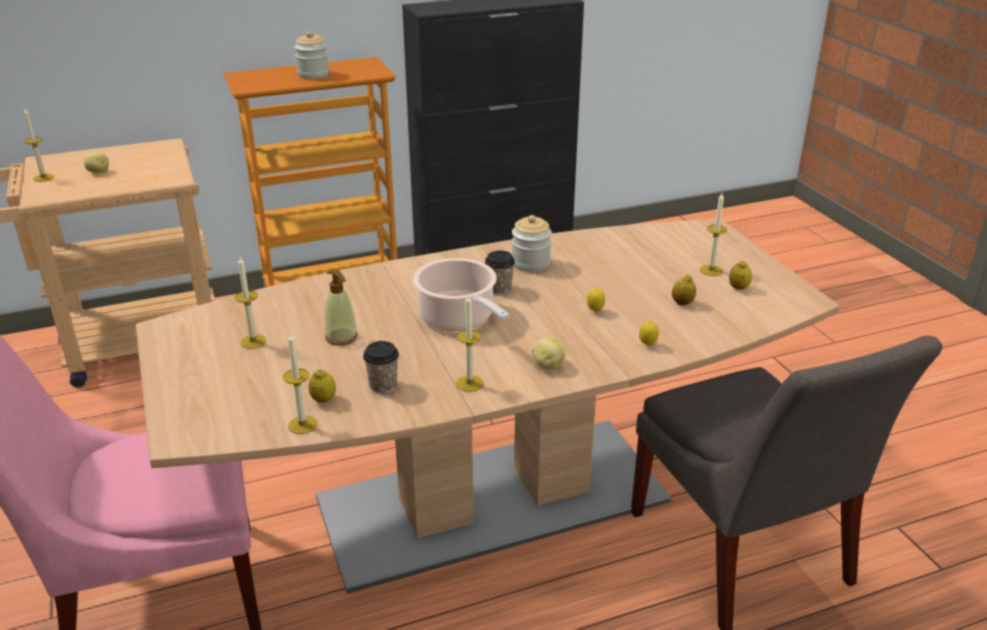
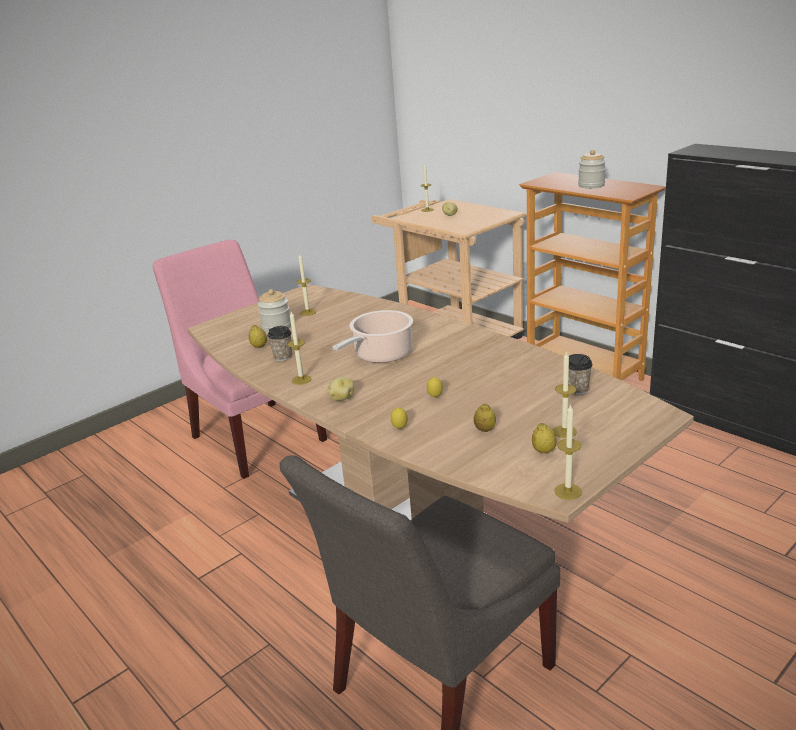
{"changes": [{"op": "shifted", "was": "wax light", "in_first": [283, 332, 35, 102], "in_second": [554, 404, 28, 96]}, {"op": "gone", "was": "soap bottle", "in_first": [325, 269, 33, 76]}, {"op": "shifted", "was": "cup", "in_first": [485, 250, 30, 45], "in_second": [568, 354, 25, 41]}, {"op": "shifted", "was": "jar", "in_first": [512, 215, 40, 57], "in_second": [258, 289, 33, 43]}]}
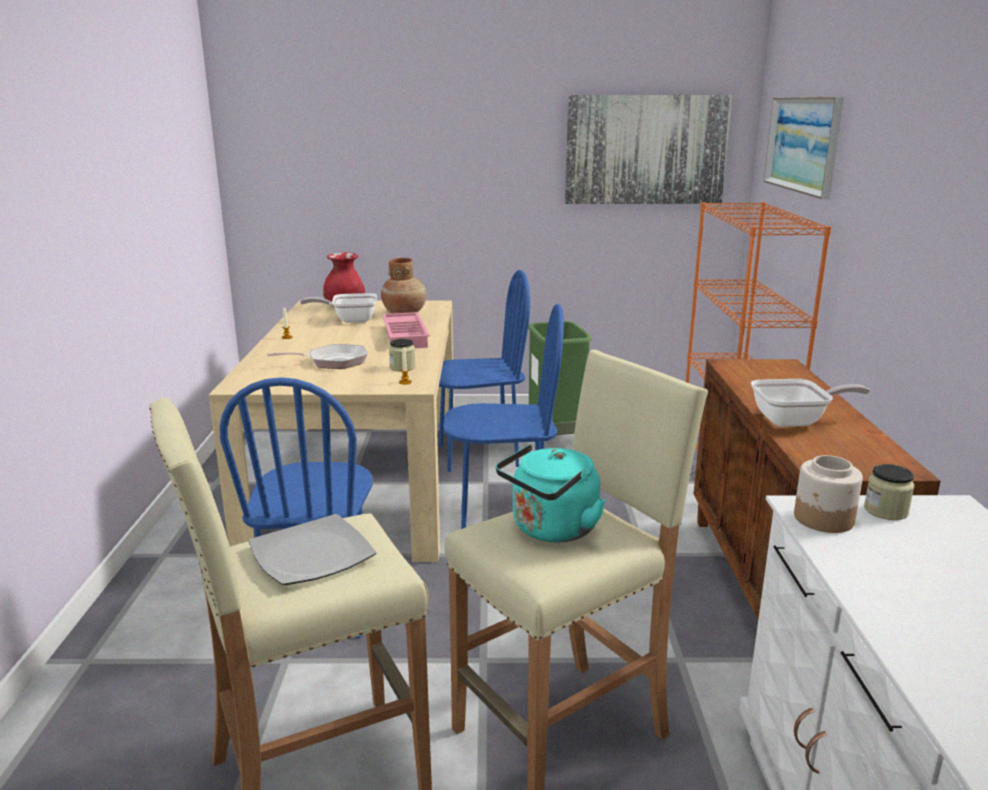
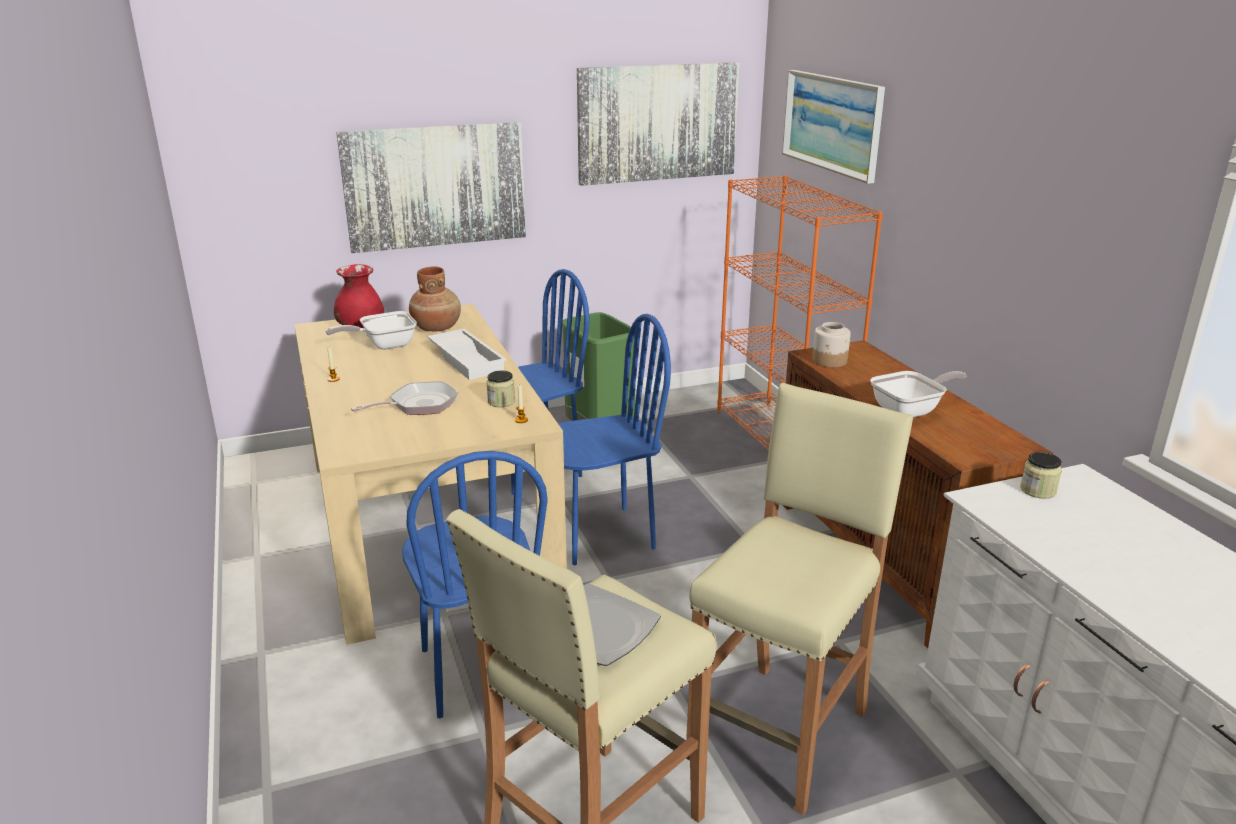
{"changes": [{"op": "repainted", "was": "carrying tray in pink-coloured", "now": "carrying tray in whitish", "in_first": [382, 312, 48, 36], "in_second": [427, 329, 80, 51]}, {"op": "gone", "was": "tea kettle in blue-green", "in_first": [496, 444, 110, 98]}, {"op": "shifted", "was": "jar", "in_first": [794, 455, 69, 78], "in_second": [812, 322, 39, 46]}, {"op": "new", "now": "wall picture", "in_second": [336, 122, 190, 131]}]}
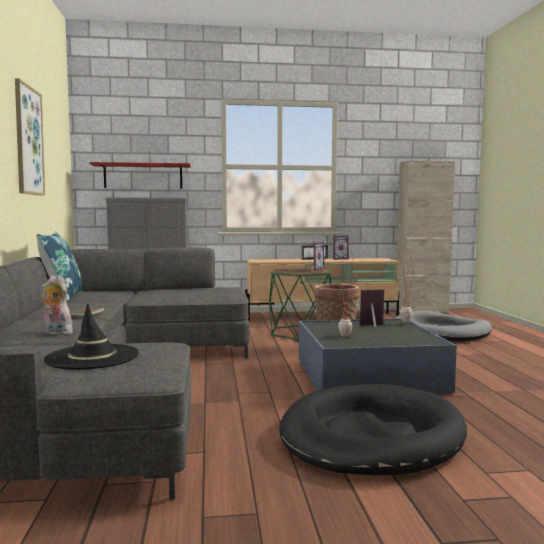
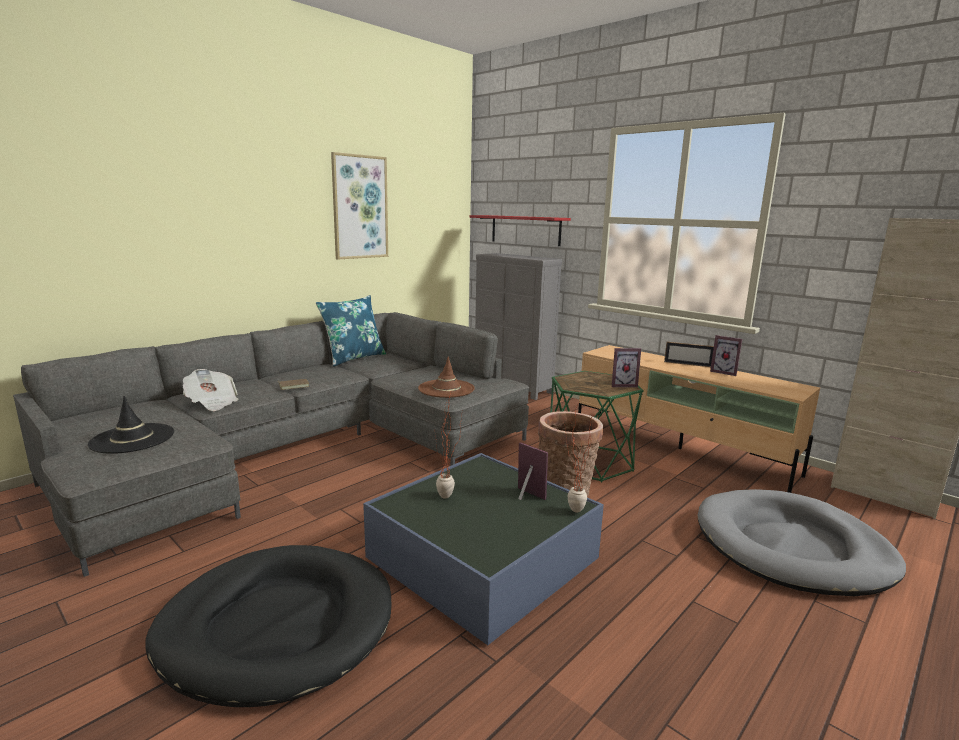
{"changes": [{"op": "swapped", "was": "plush toy", "now": "newspaper", "in_first": [41, 276, 32, 59], "in_second": [183, 369, 55, 42]}, {"op": "new", "now": "hat in brownish", "in_second": [418, 356, 57, 42]}]}
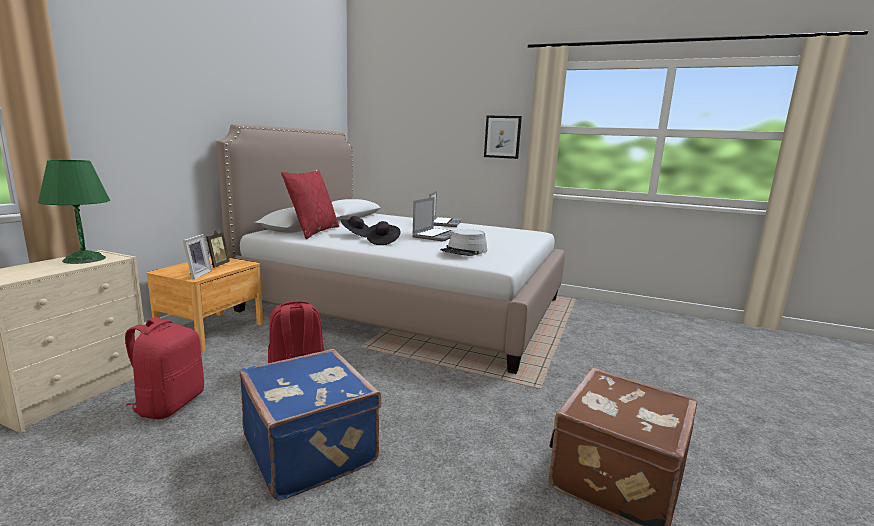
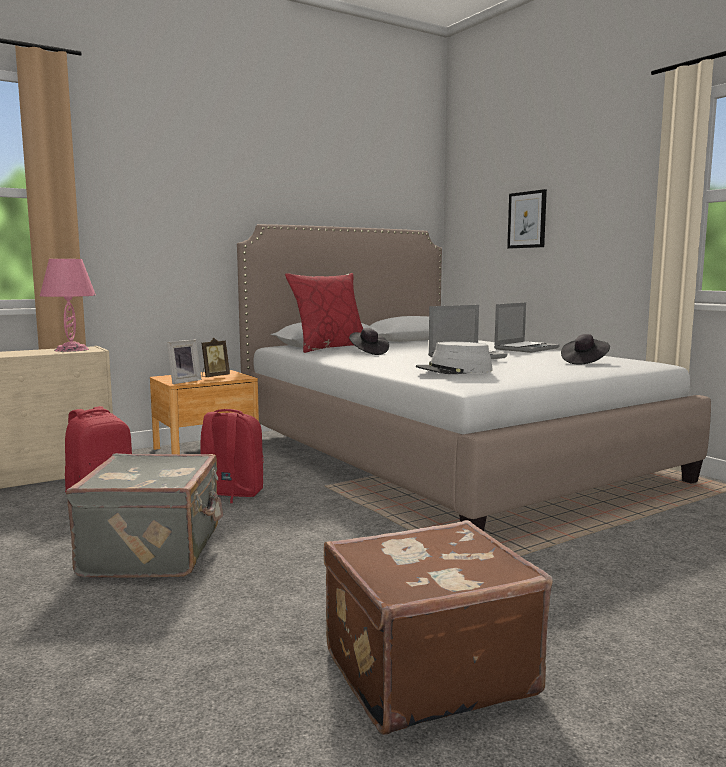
{"changes": [{"op": "repainted", "was": "table lamp in greenish", "now": "table lamp in pink-coloured", "in_first": [38, 160, 72, 104], "in_second": [40, 259, 56, 93]}, {"op": "repainted", "was": "suitcase in blue", "now": "suitcase in gray", "in_first": [239, 349, 142, 152], "in_second": [66, 453, 157, 125]}, {"op": "shifted", "was": "hat in black-coloured", "in_first": [366, 221, 35, 24], "in_second": [561, 334, 49, 30]}, {"op": "shifted", "was": "wall picture", "in_first": [484, 116, 38, 43], "in_second": [507, 189, 40, 60]}]}
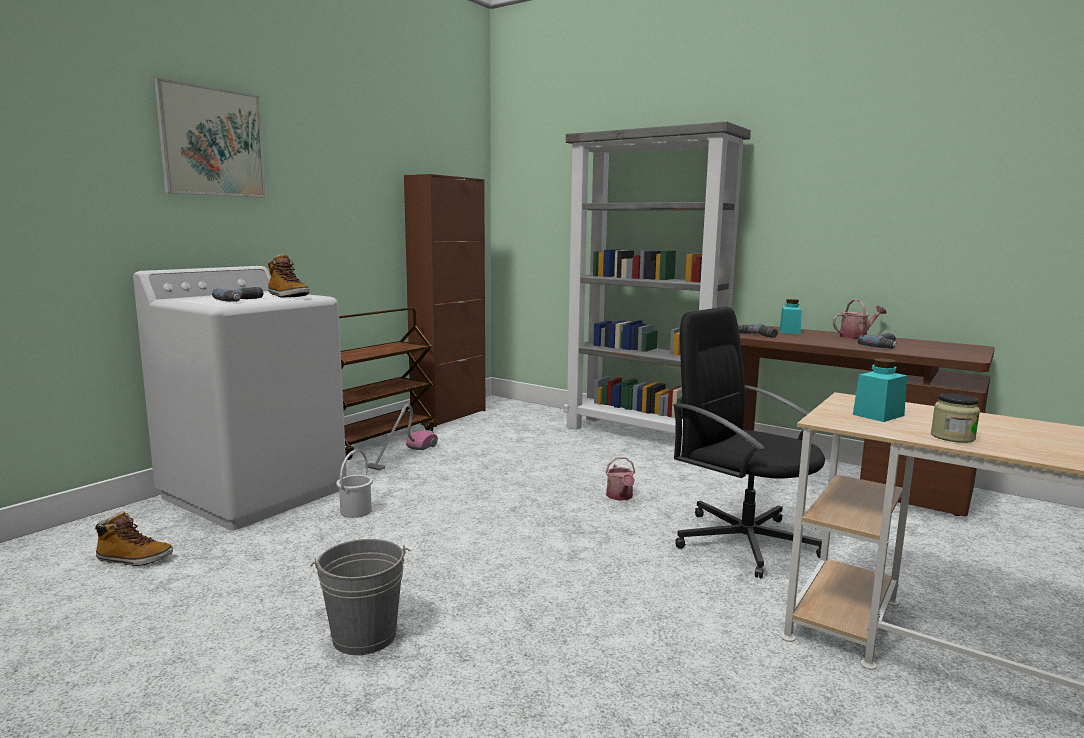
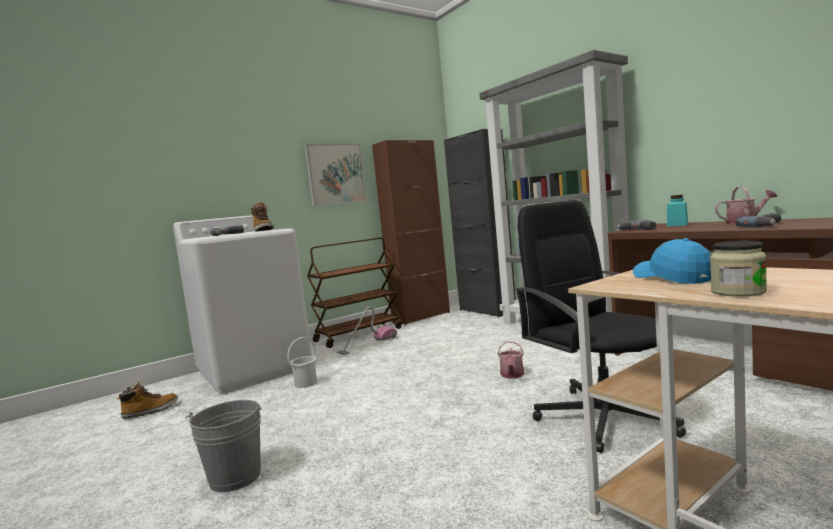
{"changes": [{"op": "rotated", "was": "tall boot", "in_first": [94, 511, 79, 55], "in_second": [117, 382, 61, 37], "clockwise": -60}, {"op": "shifted", "was": "wall picture", "in_first": [154, 78, 112, 119], "in_second": [305, 144, 62, 62]}, {"op": "swapped", "was": "jar in blue-green", "now": "peaked cap in blue", "in_first": [853, 358, 54, 64], "in_second": [633, 238, 78, 46]}, {"op": "new", "now": "cabinet in black-coloured", "in_second": [444, 129, 72, 188]}]}
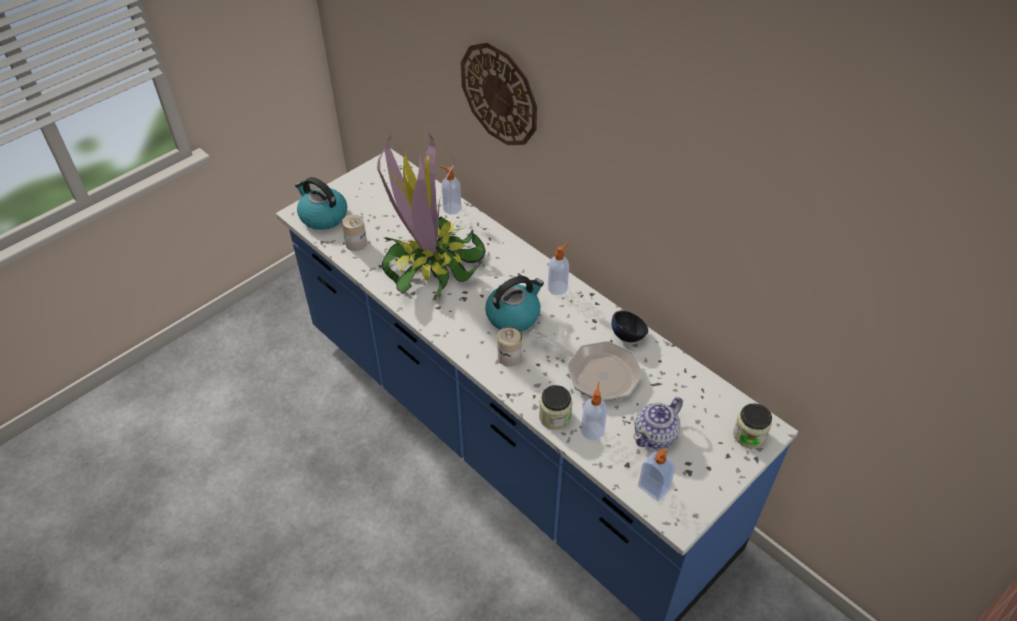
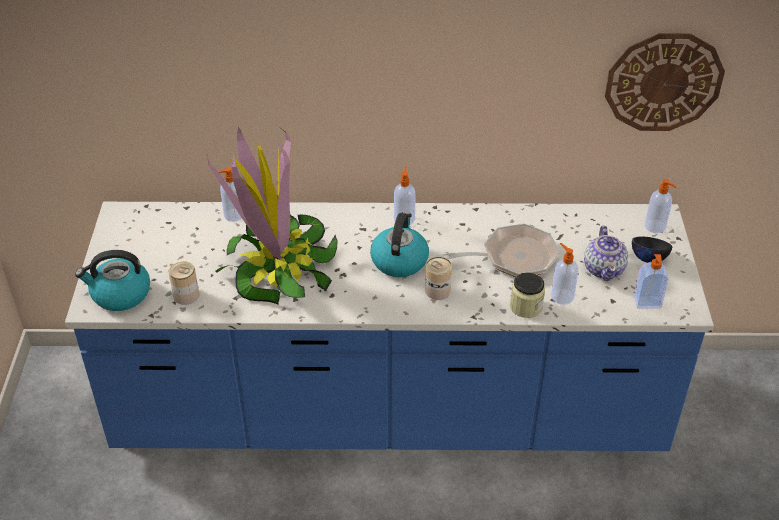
{"changes": [{"op": "shifted", "was": "clock on the wall", "in_first": [461, 42, 76, 103], "in_second": [605, 33, 120, 98]}, {"op": "shifted", "was": "serving bowl in black-coloured", "in_first": [612, 311, 36, 31], "in_second": [632, 237, 40, 26]}, {"op": "swapped", "was": "jar", "now": "soap bottle", "in_first": [733, 404, 39, 45], "in_second": [645, 179, 32, 54]}]}
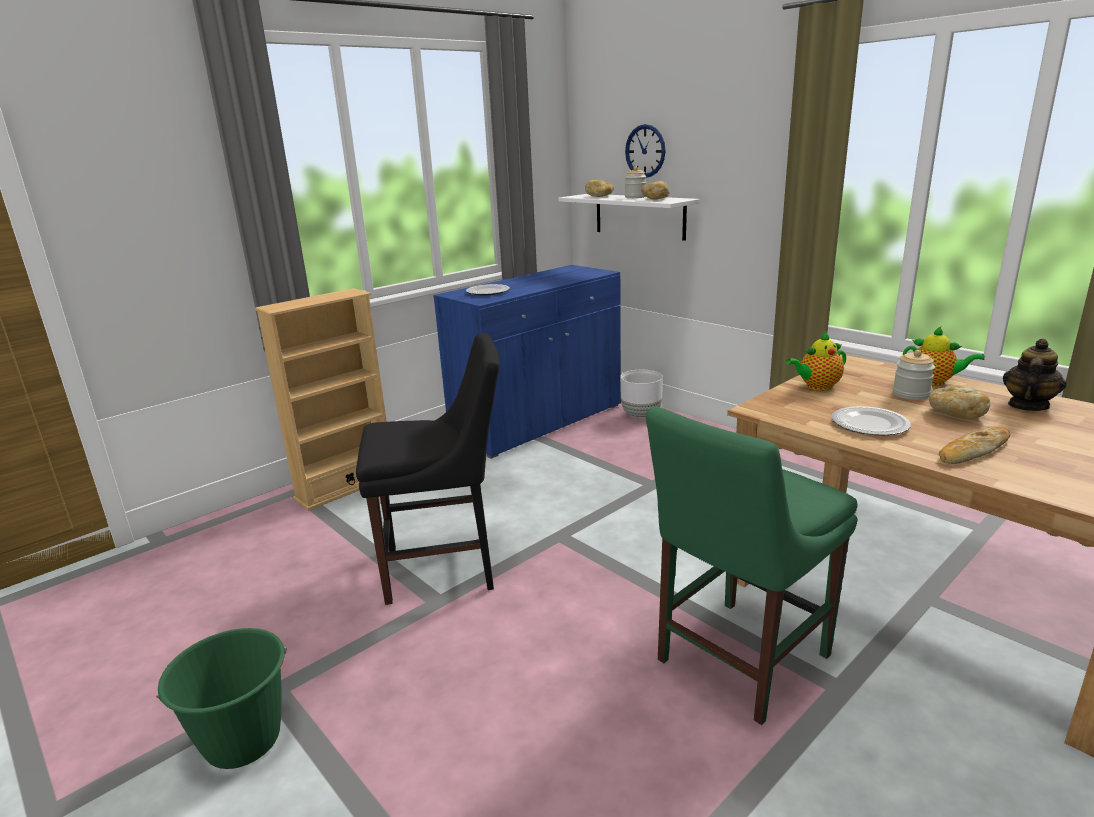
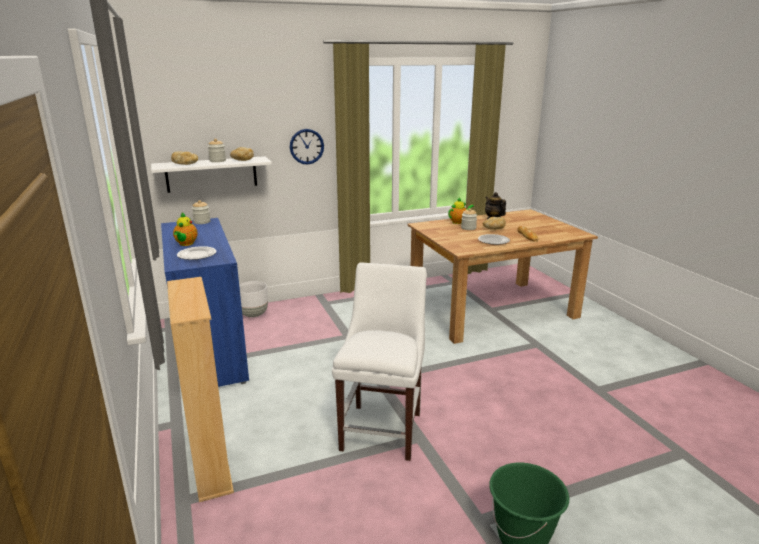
{"changes": [{"op": "repainted", "was": "plain chair in black-coloured", "now": "plain chair in whitish", "in_first": [356, 333, 144, 272], "in_second": [332, 262, 95, 199]}, {"op": "shifted", "was": "clock on the wall", "in_first": [625, 124, 40, 54], "in_second": [290, 129, 34, 36]}, {"op": "gone", "was": "plain chair in greenish", "in_first": [646, 407, 211, 318]}, {"op": "shifted", "was": "tea pot", "in_first": [786, 331, 60, 60], "in_second": [173, 213, 25, 33]}, {"op": "new", "now": "jar", "in_second": [192, 200, 19, 24]}]}
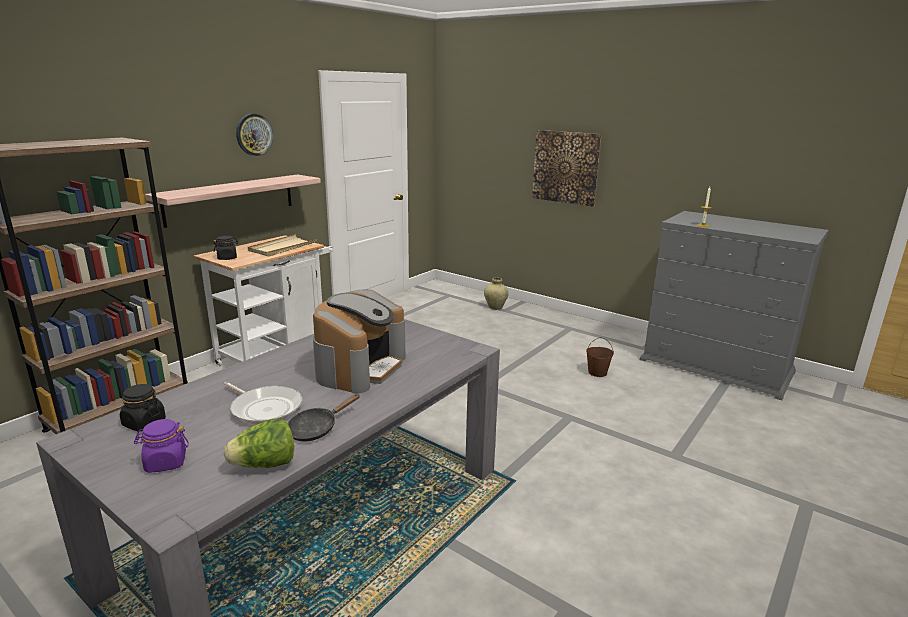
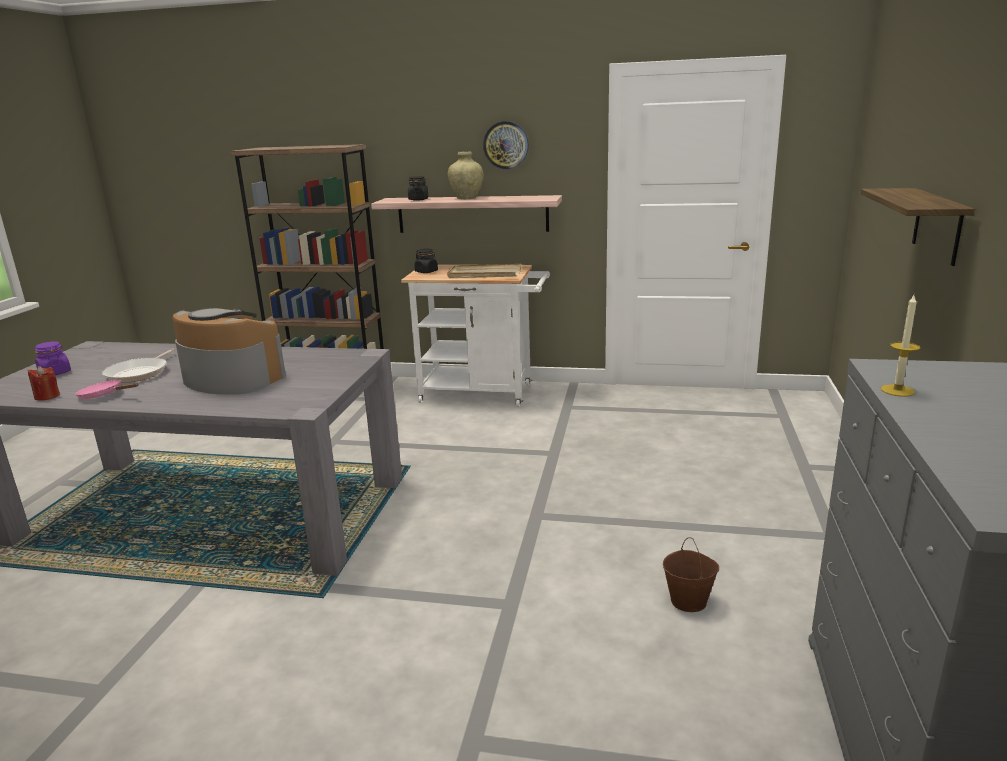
{"changes": [{"op": "shifted", "was": "jar in black-coloured", "in_first": [120, 384, 46, 47], "in_second": [408, 176, 20, 25]}, {"op": "swapped", "was": "lettuce head", "now": "wax light in red", "in_first": [224, 419, 70, 49], "in_second": [27, 366, 33, 35]}, {"op": "repainted", "was": "frying pan in black-coloured", "now": "frying pan in pink-coloured", "in_first": [288, 394, 71, 47], "in_second": [75, 379, 64, 20]}, {"op": "rotated", "was": "coffee brewer", "in_first": [313, 289, 92, 105], "in_second": [172, 308, 114, 87], "clockwise": -150}, {"op": "shifted", "was": "decorative vase in beige", "in_first": [484, 277, 25, 33], "in_second": [447, 151, 36, 48]}, {"op": "swapped", "was": "wall picture", "now": "shelf", "in_first": [532, 130, 70, 77], "in_second": [861, 188, 114, 78]}]}
